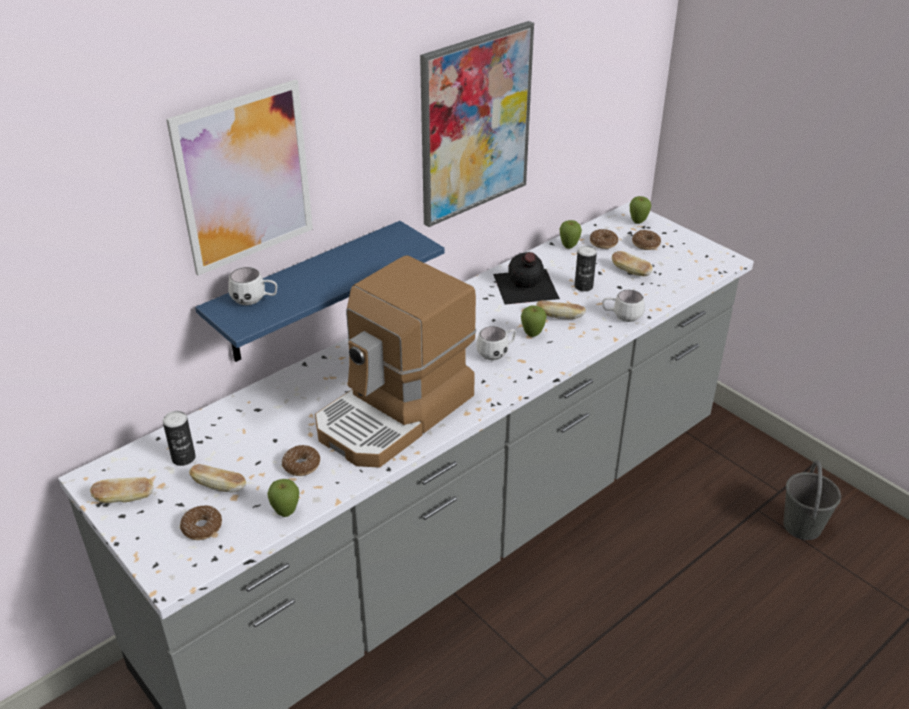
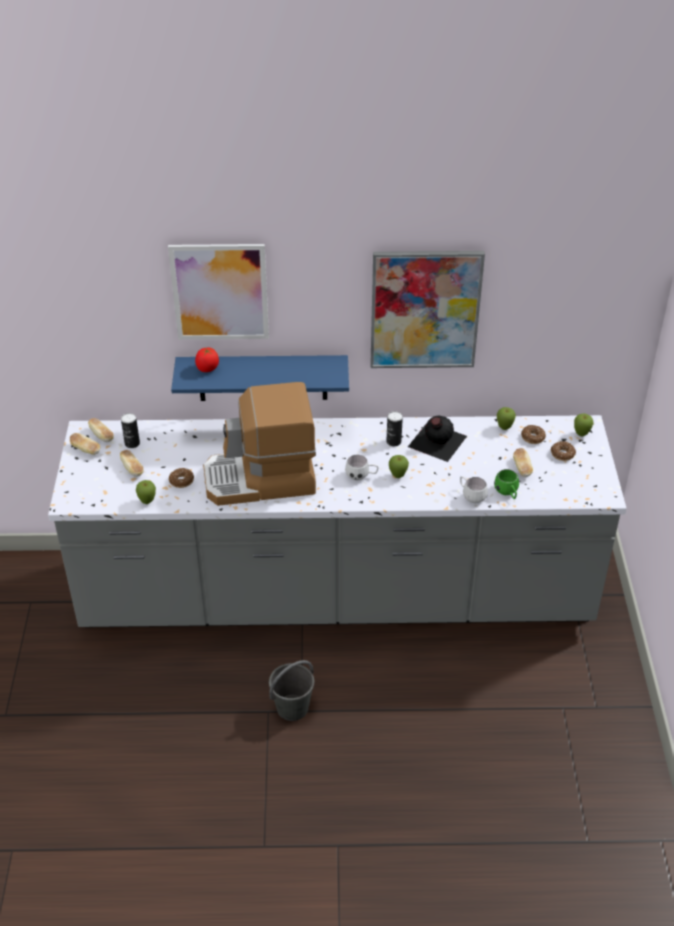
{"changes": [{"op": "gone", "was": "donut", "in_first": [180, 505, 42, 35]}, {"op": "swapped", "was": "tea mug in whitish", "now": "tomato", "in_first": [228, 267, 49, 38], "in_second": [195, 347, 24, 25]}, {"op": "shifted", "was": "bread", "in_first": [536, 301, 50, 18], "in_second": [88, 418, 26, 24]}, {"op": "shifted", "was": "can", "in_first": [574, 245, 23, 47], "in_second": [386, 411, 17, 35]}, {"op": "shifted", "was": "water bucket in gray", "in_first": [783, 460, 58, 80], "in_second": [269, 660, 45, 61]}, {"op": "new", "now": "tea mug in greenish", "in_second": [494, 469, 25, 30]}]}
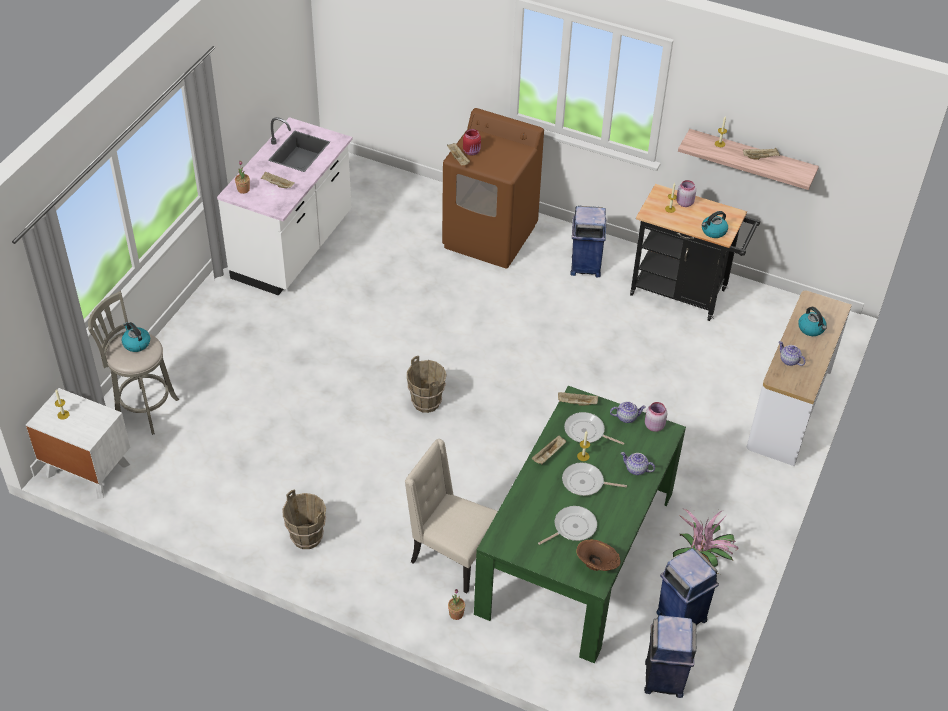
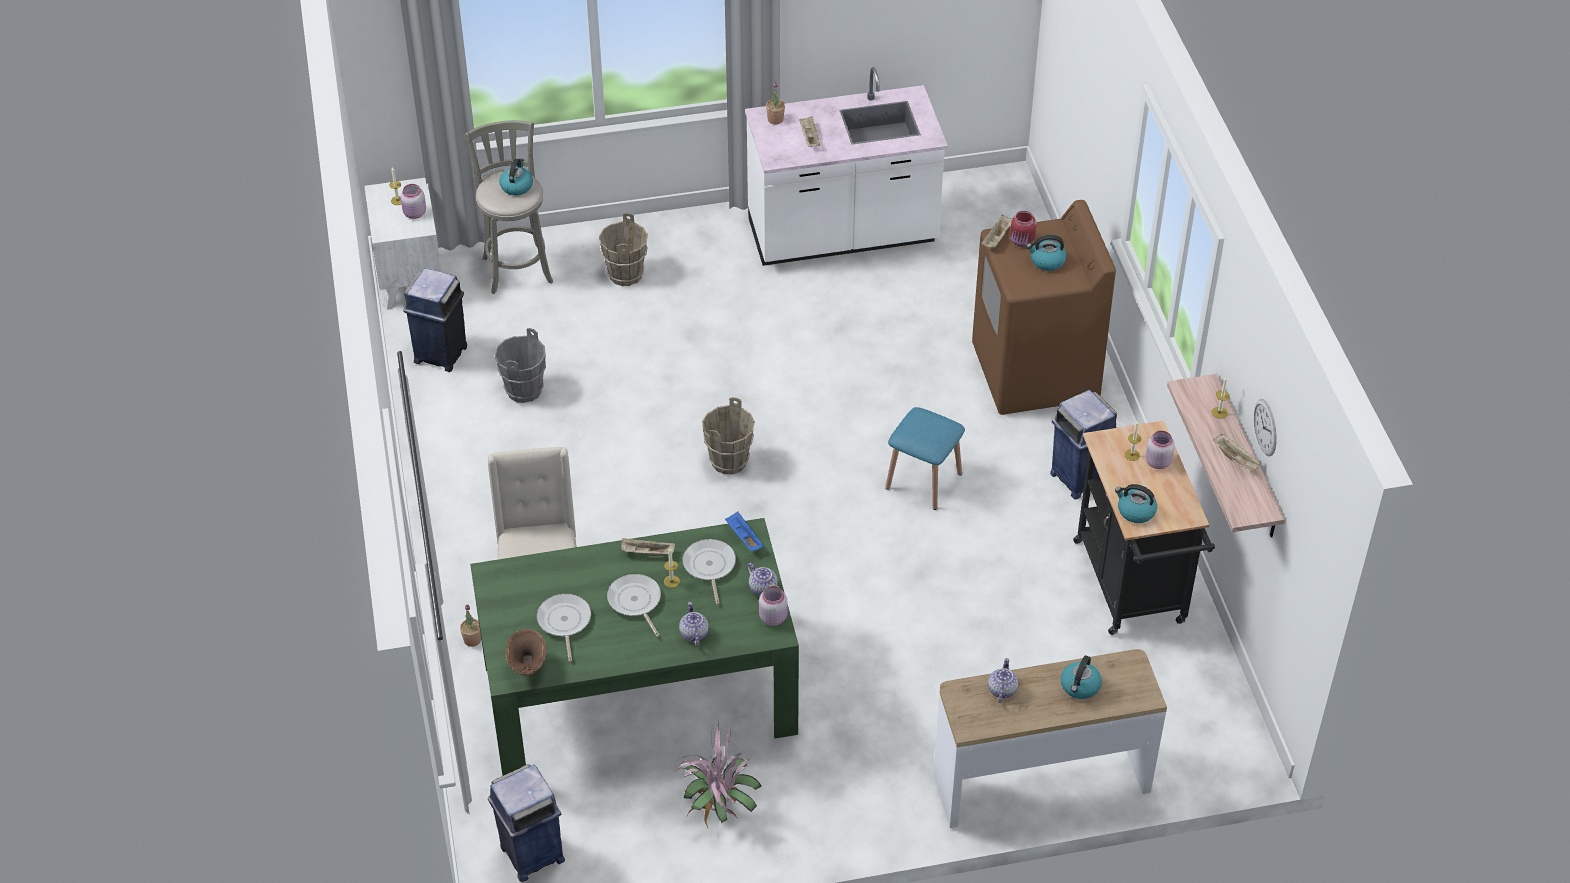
{"changes": [{"op": "shifted", "was": "water bucket in brownish", "in_first": [282, 490, 44, 59], "in_second": [599, 213, 49, 73]}, {"op": "rotated", "was": "frying pan", "in_first": [538, 506, 59, 39], "in_second": [537, 594, 54, 68], "clockwise": -120}, {"op": "repainted", "was": "carrying tray in beige", "now": "carrying tray in blue", "in_first": [558, 392, 40, 14], "in_second": [725, 511, 39, 40]}, {"op": "shifted", "was": "trash can in blue", "in_first": [656, 548, 63, 77], "in_second": [403, 268, 64, 104]}, {"op": "new", "now": "jar in pink-coloured", "in_second": [400, 184, 26, 35]}, {"op": "new", "now": "water bucket in gray", "in_second": [494, 328, 52, 75]}, {"op": "new", "now": "sitting stool in blue", "in_second": [885, 407, 80, 103]}, {"op": "new", "now": "tea kettle", "in_second": [1026, 235, 41, 36]}, {"op": "new", "now": "clock on the wall", "in_second": [1254, 399, 23, 57]}]}
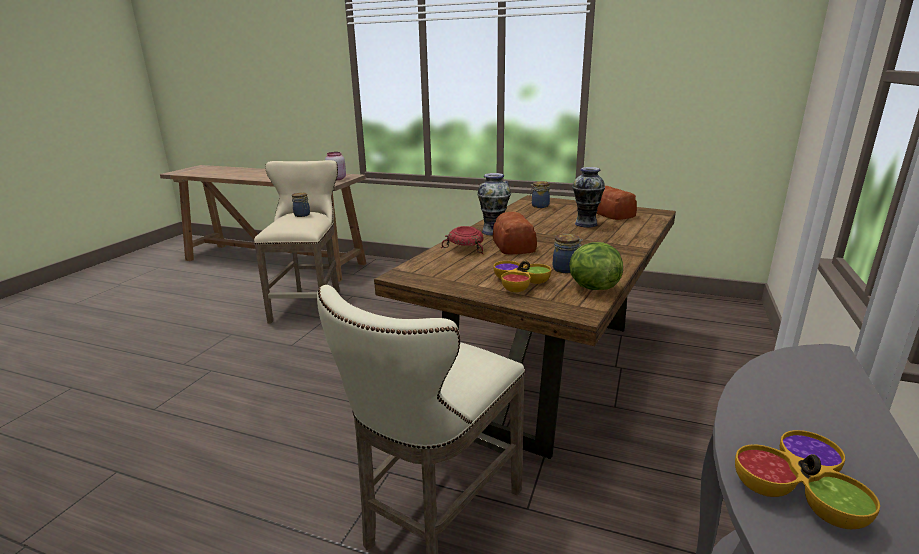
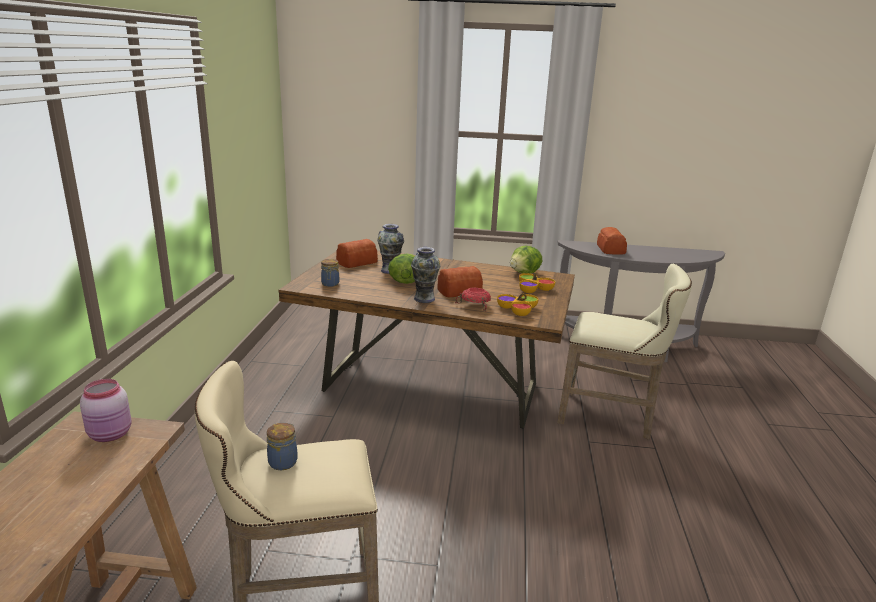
{"changes": [{"op": "gone", "was": "jar", "in_first": [553, 234, 30, 39]}, {"op": "shifted", "was": "serving bowl", "in_first": [735, 430, 145, 99], "in_second": [497, 293, 42, 23]}, {"op": "new", "now": "lettuce head", "in_second": [388, 254, 27, 30]}, {"op": "new", "now": "bread", "in_second": [597, 227, 30, 28]}]}
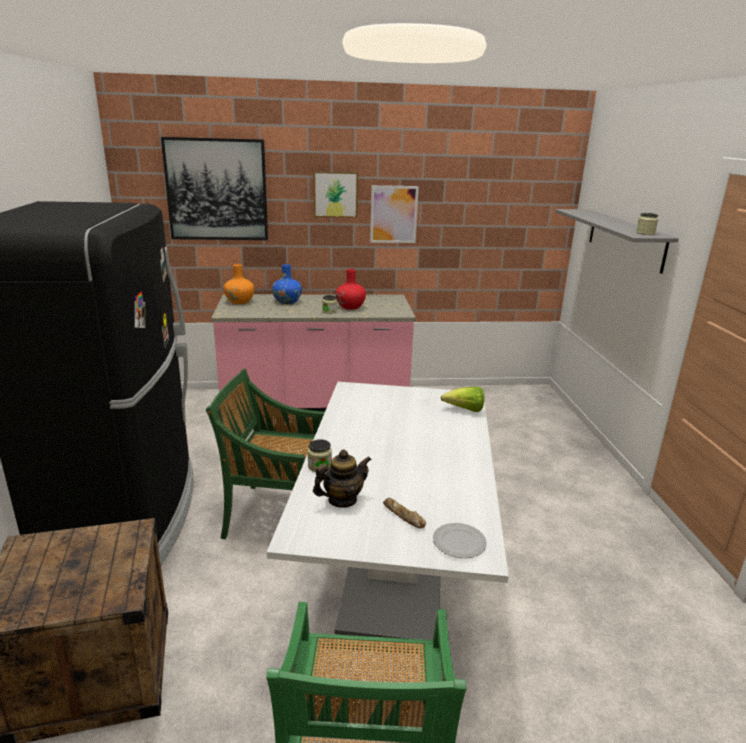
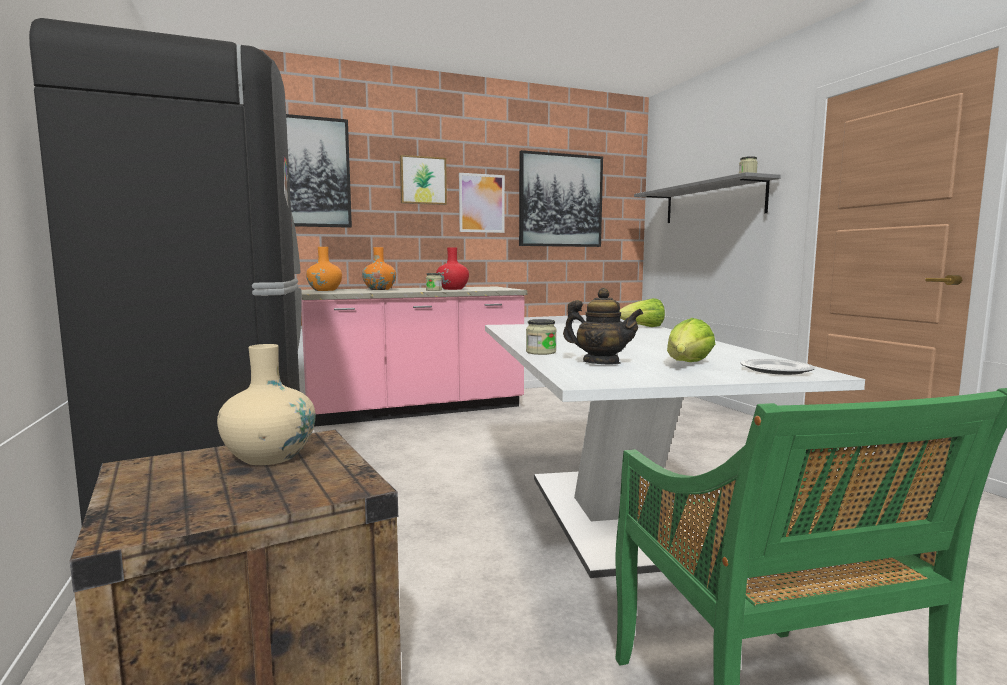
{"changes": [{"op": "gone", "was": "plain chair in greenish", "in_first": [206, 369, 119, 170]}, {"op": "repainted", "was": "decorative vase in blue", "now": "decorative vase in orange", "in_first": [272, 264, 30, 40], "in_second": [362, 247, 34, 43]}, {"op": "rotated", "was": "tea pot", "in_first": [313, 449, 59, 59], "in_second": [563, 288, 80, 76], "clockwise": 75}, {"op": "swapped", "was": "bread", "now": "lettuce head", "in_first": [383, 498, 43, 31], "in_second": [667, 318, 48, 44]}, {"op": "new", "now": "decorative vase in beige", "in_second": [217, 344, 99, 121]}, {"op": "new", "now": "wall picture", "in_second": [519, 150, 84, 97]}]}
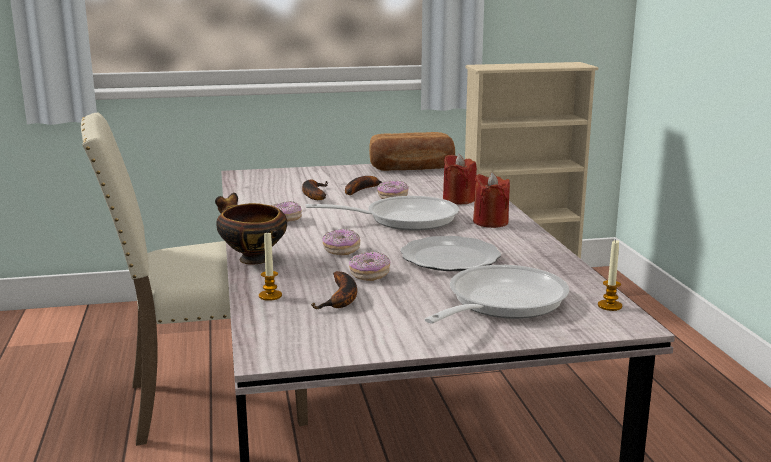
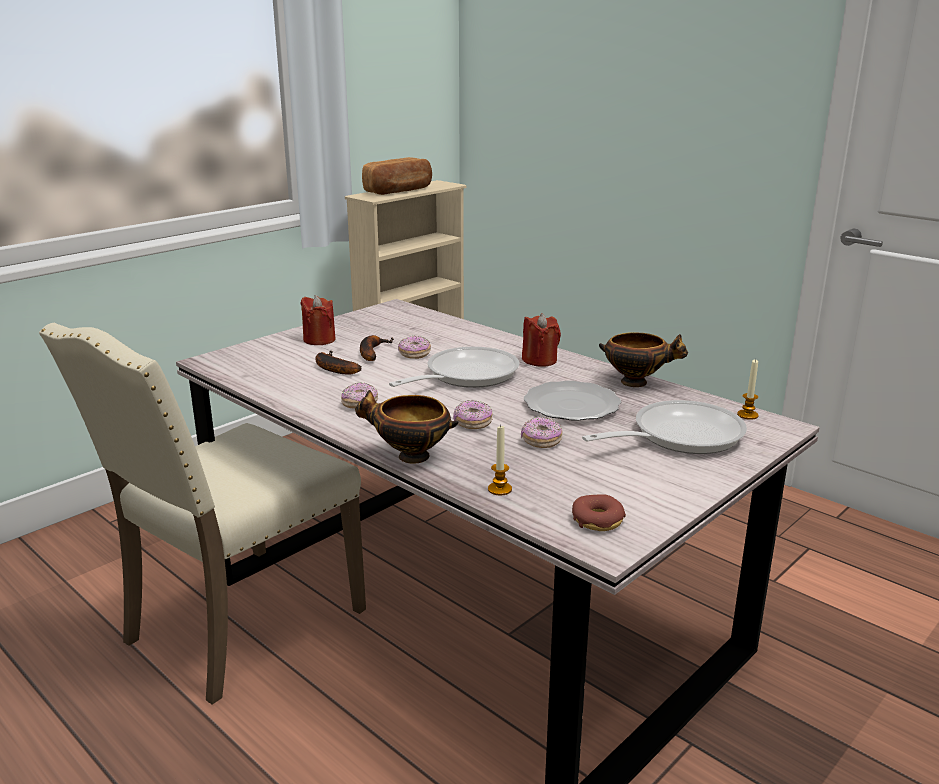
{"changes": [{"op": "gone", "was": "whole banana", "in_first": [311, 271, 46, 38]}, {"op": "shifted", "was": "bread", "in_first": [369, 132, 86, 39], "in_second": [362, 157, 70, 38]}, {"op": "rotated", "was": "frying pan", "in_first": [424, 265, 145, 59], "in_second": [582, 400, 165, 54], "clockwise": 60}, {"op": "shifted", "was": "wax light in red", "in_first": [443, 154, 34, 50], "in_second": [300, 295, 36, 50]}, {"op": "new", "now": "donut", "in_second": [572, 494, 54, 37]}, {"op": "new", "now": "serving bowl", "in_second": [599, 332, 89, 55]}]}
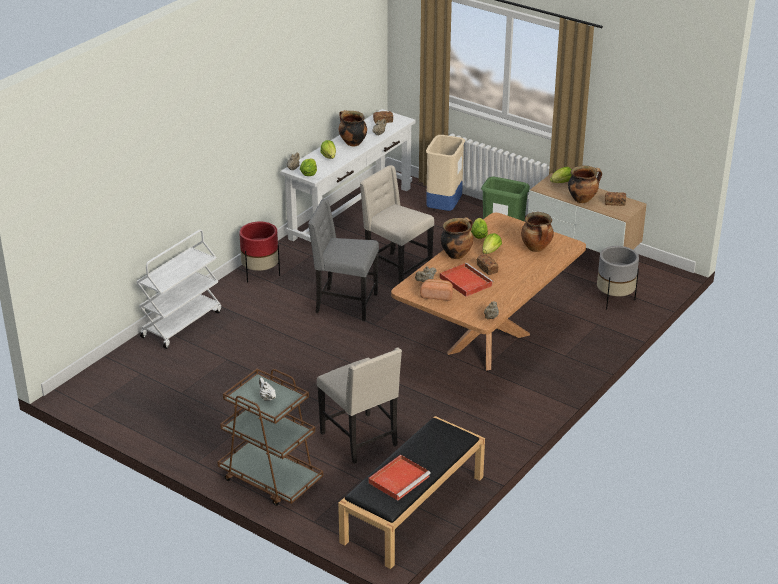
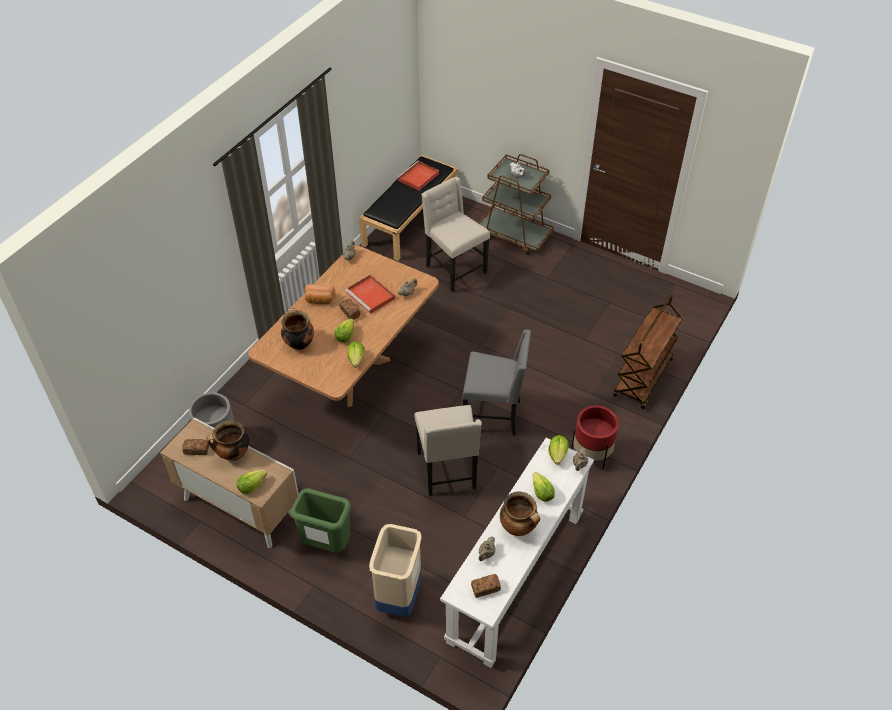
{"changes": [{"op": "repainted", "was": "wheeled cart in whitish", "now": "wheeled cart in brownish", "in_first": [136, 230, 85, 119], "in_second": [613, 295, 70, 114]}, {"op": "rotated", "was": "plain chair in beige", "in_first": [360, 165, 74, 118], "in_second": [415, 405, 67, 91], "clockwise": 45}, {"op": "shifted", "was": "bread", "in_first": [420, 279, 33, 22], "in_second": [305, 284, 30, 20]}, {"op": "gone", "was": "stockpot", "in_first": [440, 217, 33, 42]}]}
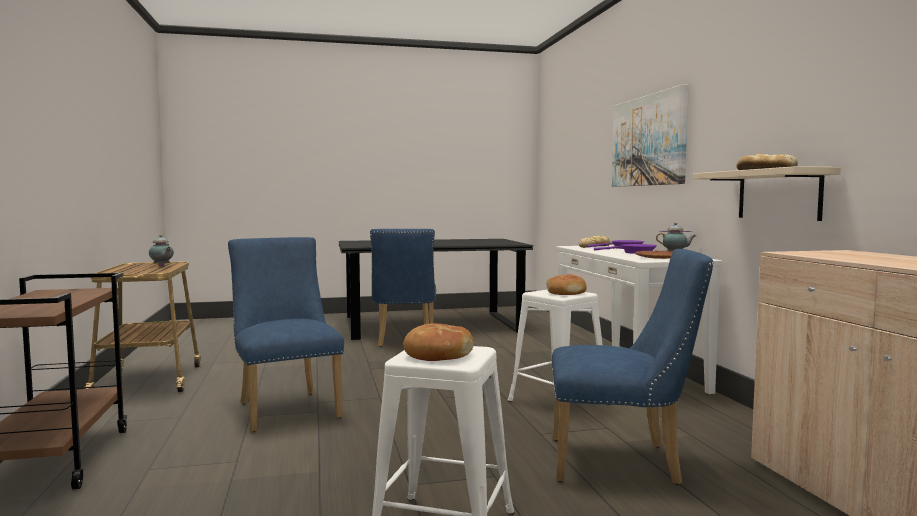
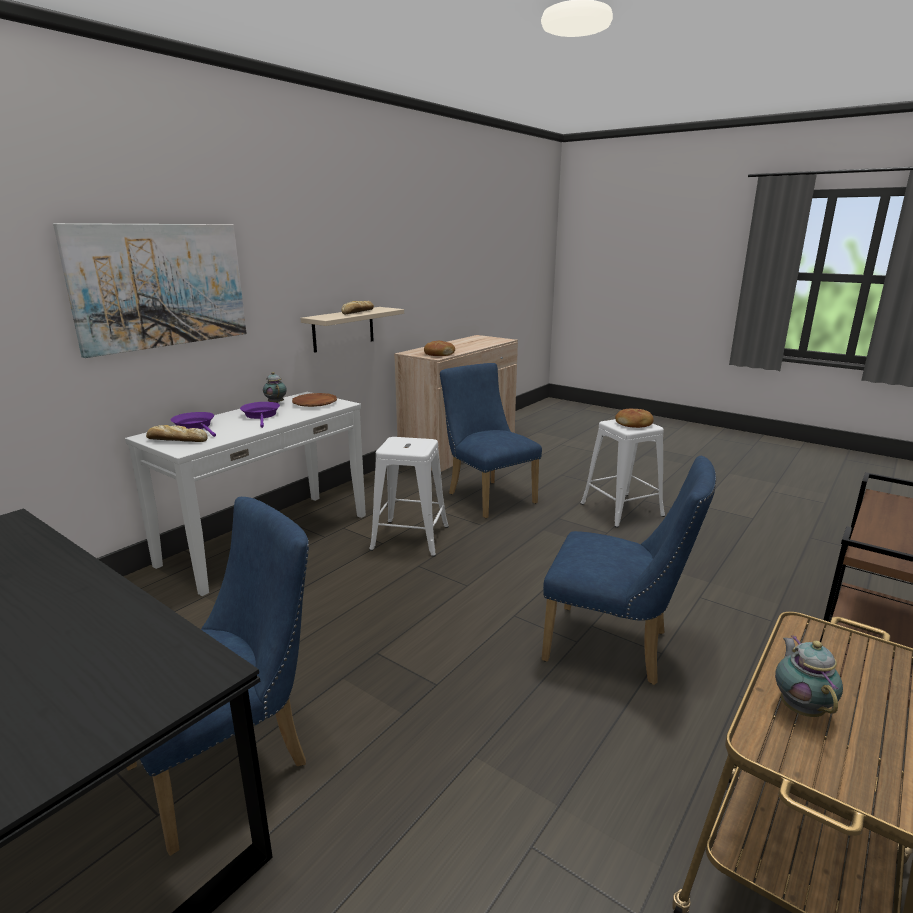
{"changes": [{"op": "rotated", "was": "plain chair in blue", "in_first": [228, 237, 116, 195], "in_second": [541, 456, 175, 229], "clockwise": -90}, {"op": "shifted", "was": "bread", "in_first": [547, 274, 40, 21], "in_second": [424, 341, 31, 15]}]}
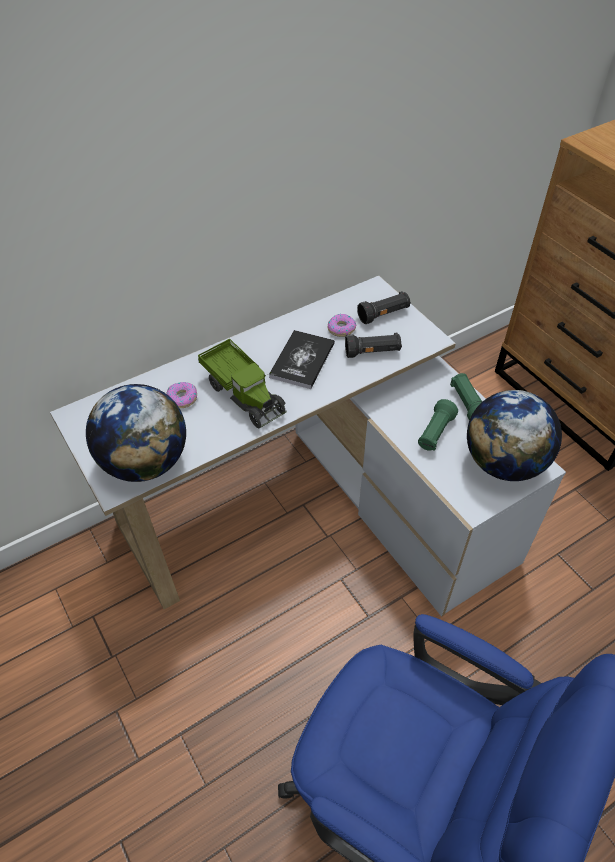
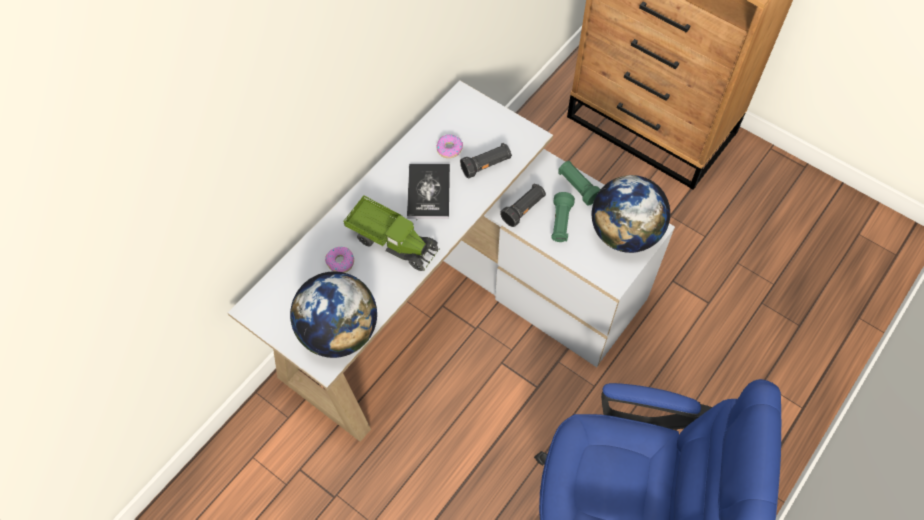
{"changes": [{"op": "shifted", "was": "flashlight in black-coloured", "in_first": [357, 291, 54, 33], "in_second": [500, 183, 46, 44]}]}
